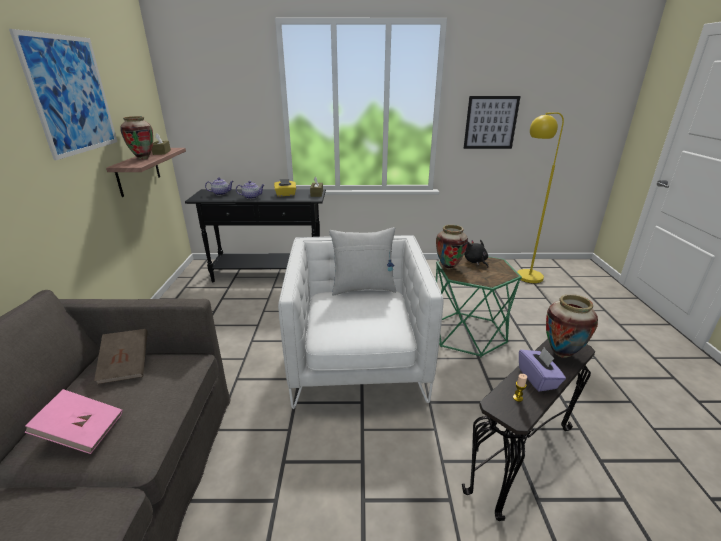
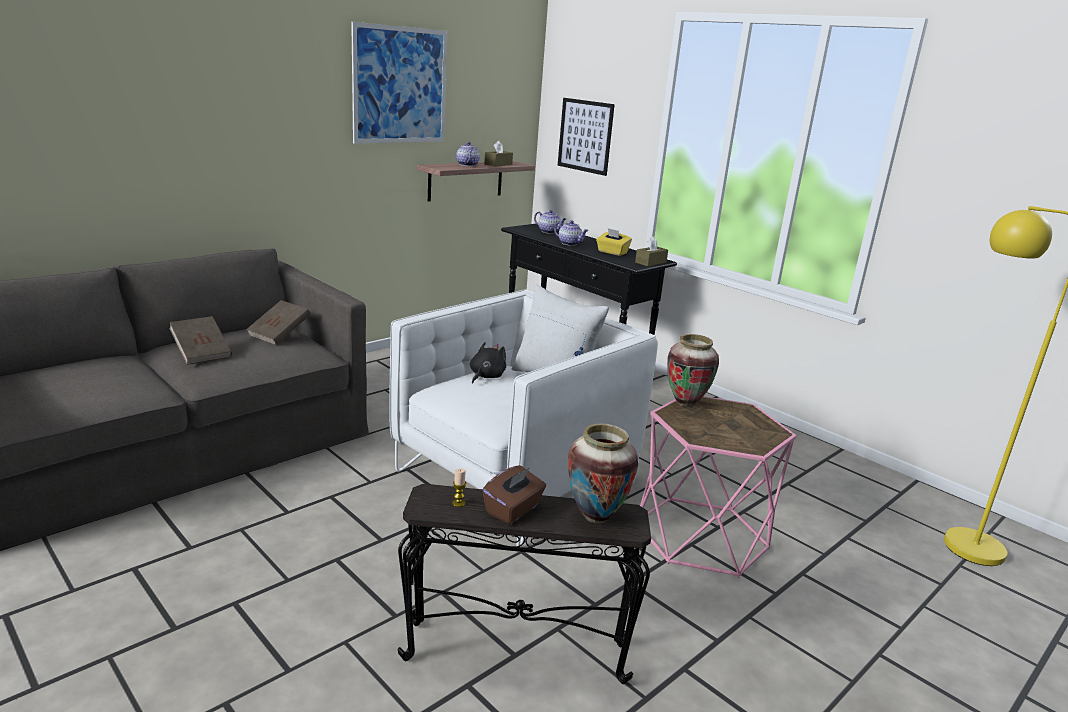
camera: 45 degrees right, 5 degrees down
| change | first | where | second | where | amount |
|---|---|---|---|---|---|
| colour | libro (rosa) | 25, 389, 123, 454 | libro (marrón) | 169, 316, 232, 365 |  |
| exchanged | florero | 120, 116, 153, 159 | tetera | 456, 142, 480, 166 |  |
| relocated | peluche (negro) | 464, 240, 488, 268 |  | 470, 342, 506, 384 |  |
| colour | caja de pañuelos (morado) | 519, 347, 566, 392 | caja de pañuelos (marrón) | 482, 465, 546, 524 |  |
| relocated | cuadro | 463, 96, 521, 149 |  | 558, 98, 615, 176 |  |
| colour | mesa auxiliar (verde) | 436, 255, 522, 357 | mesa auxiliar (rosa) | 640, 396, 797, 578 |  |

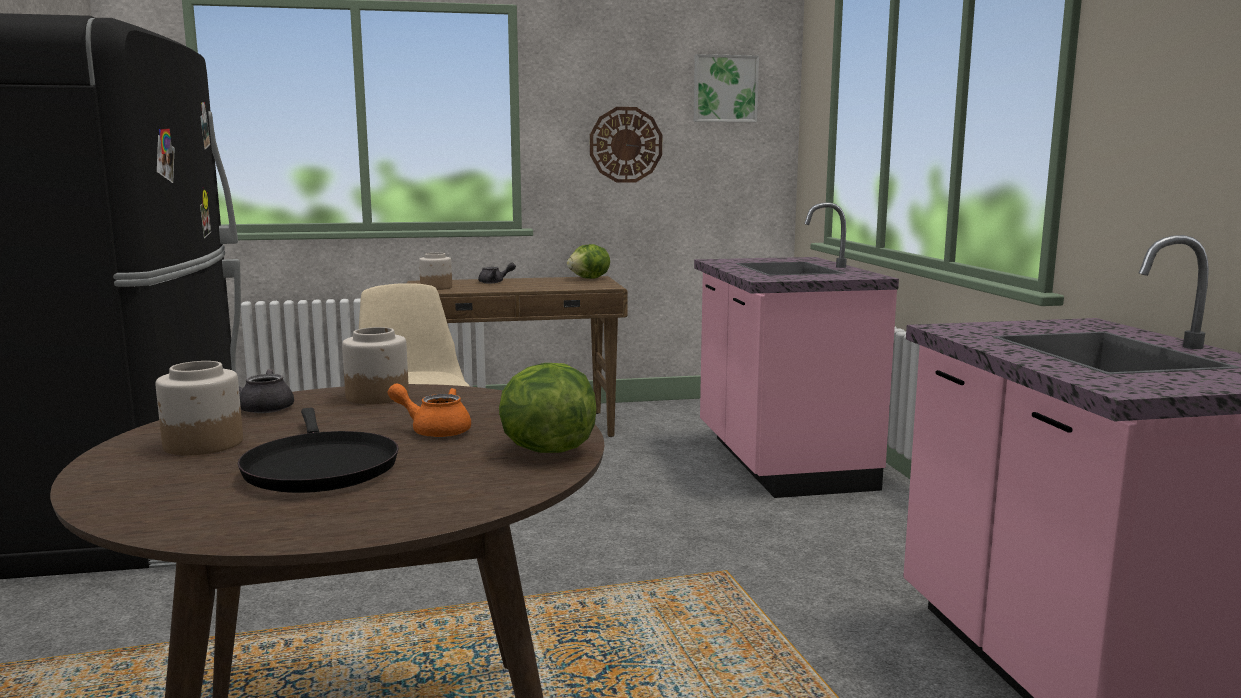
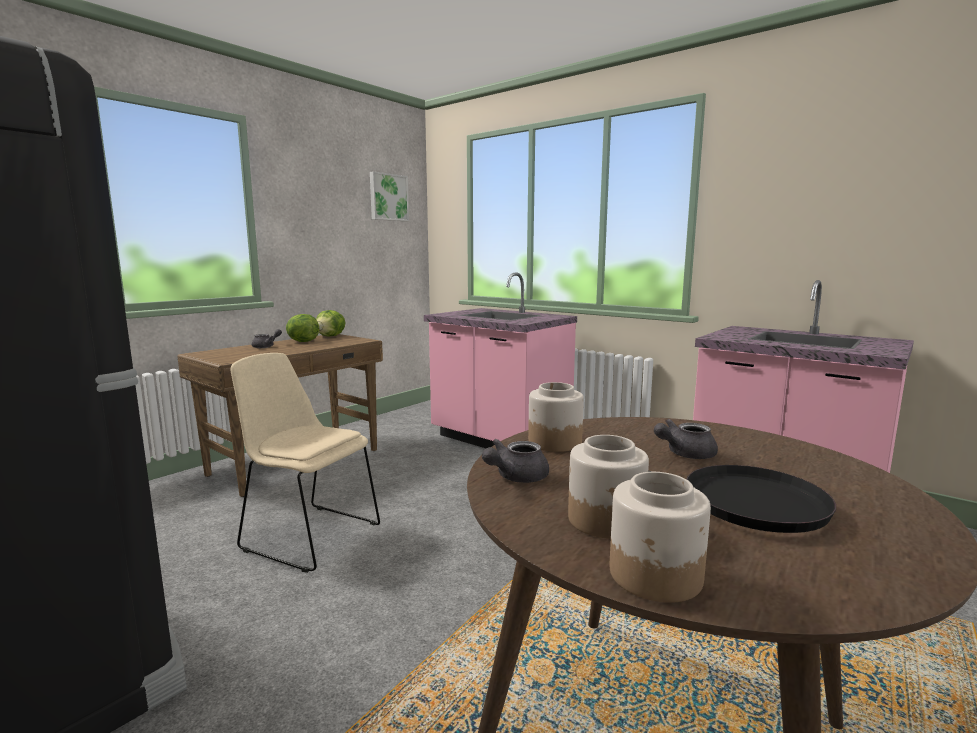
camera: 40 degrees left, 0 degrees up
| change | first | where | second | where | amount |
|---|---|---|---|---|---|
| relocated | lechuga | 499, 363, 597, 453 |  | 286, 314, 319, 342 |  |
| relocated | tarro | 419, 253, 452, 290 |  | 610, 472, 711, 603 |  |
| colour | tetera (naranja) | 388, 383, 471, 438 | tetera (gris) | 654, 419, 718, 459 |  |
| missing | reloj de pared | 590, 107, 662, 183 |  |  |  |

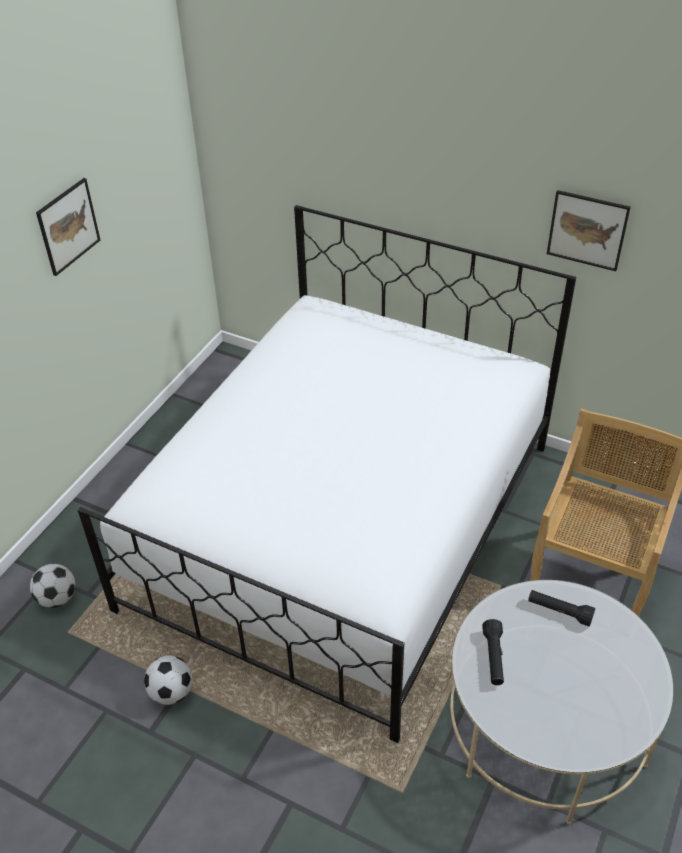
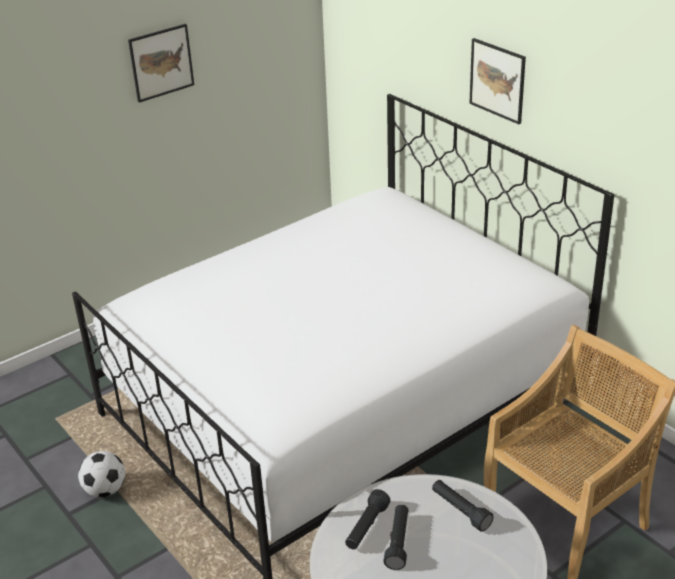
camera: 25 degrees right, 10 degrees down
| change | first | where | second | where | amount |
|---|---|---|---|---|---|
| appeared |  |  | linterna (negro) | 383, 504, 408, 570 |  |
| relocated | cuadro | 547, 190, 631, 271 |  | 469, 38, 526, 124 |  |
| missing | balón de fútbol | 30, 564, 75, 608 |  |  |  |

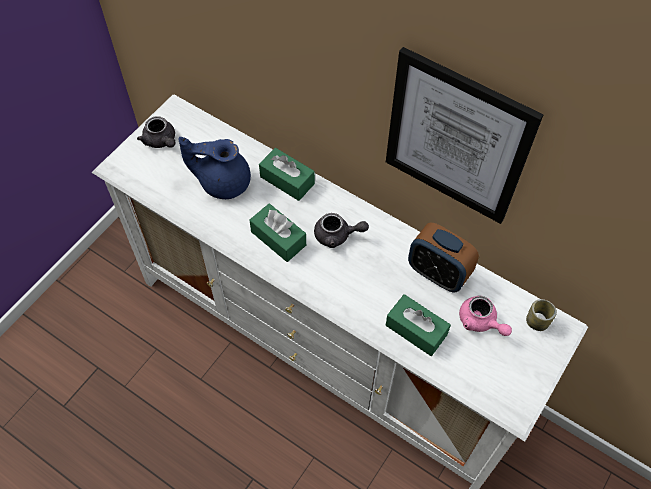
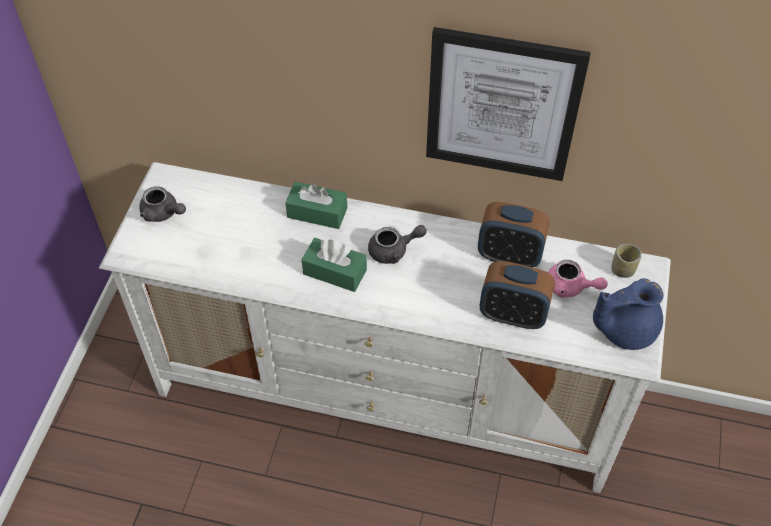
camera: 20 degrees left, 5 degrees down
| change | first | where | second | where | amount |
|---|---|---|---|---|---|
| exchanged | caja de pañuelos (verde) | 386, 294, 451, 356 | despertador | 480, 261, 555, 329 |  |
| relocated | tetera (azul) | 178, 137, 251, 199 |  | 593, 279, 664, 350 |  |

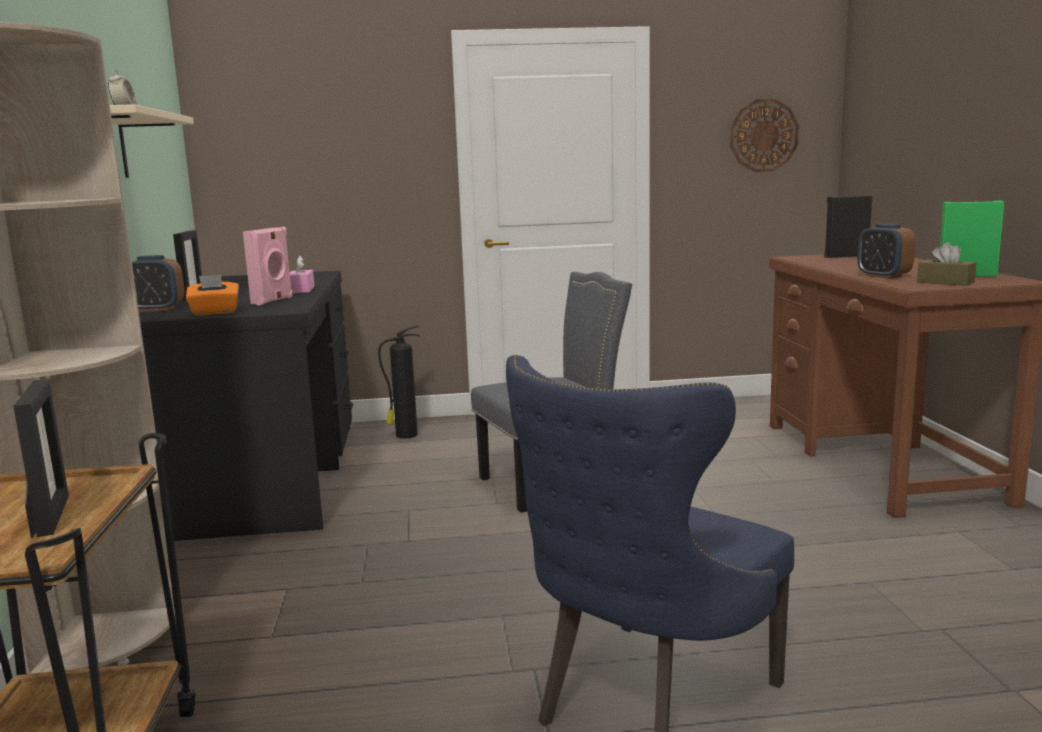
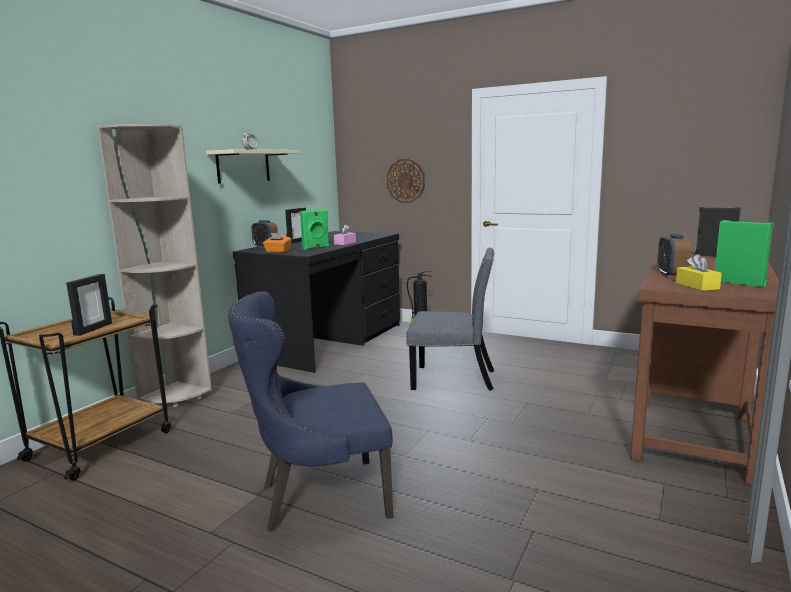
camera: 35 degrees right, 0 degrees up
| change | first | where | second | where | amount |
|---|---|---|---|---|---|
| colour | altavoz (rosa) | 243, 227, 293, 305 | altavoz (verde) | 300, 209, 330, 250 |  |
| relocated | reloj de pared | 730, 99, 799, 172 |  | 386, 159, 425, 203 |  |
| colour | caja de pañuelos (marrón) | 917, 242, 977, 286 | caja de pañuelos (amarillo) | 676, 254, 722, 291 |  |

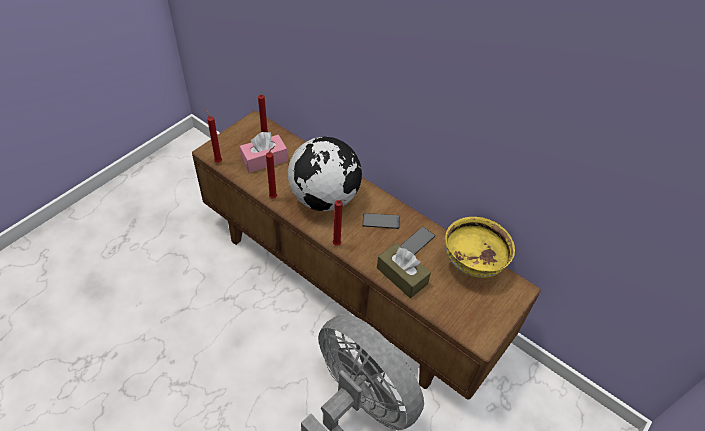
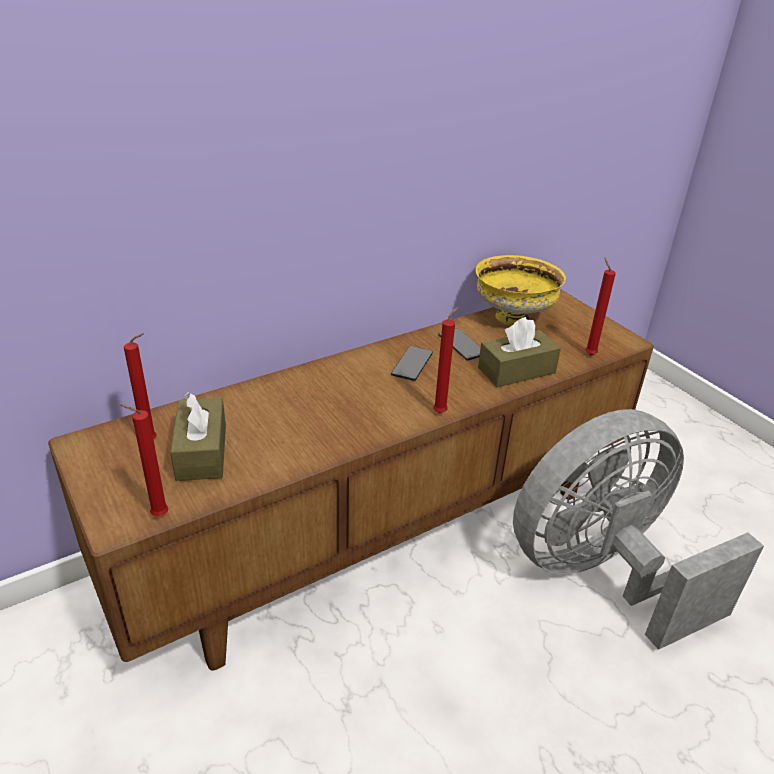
camera: 70 degrees left, 15 degrees down
| change | first | where | second | where | amount |
|---|---|---|---|---|---|
| colour | caja de pañuelos (rosa) | 239, 132, 288, 173 | caja de pañuelos (marrón) | 170, 393, 226, 481 |  |
| relocated | vela (rojo) | 266, 146, 277, 198 |  | 585, 257, 616, 355 |  |
| missing | globo terráqueo | 288, 137, 362, 211 |  |  |  |

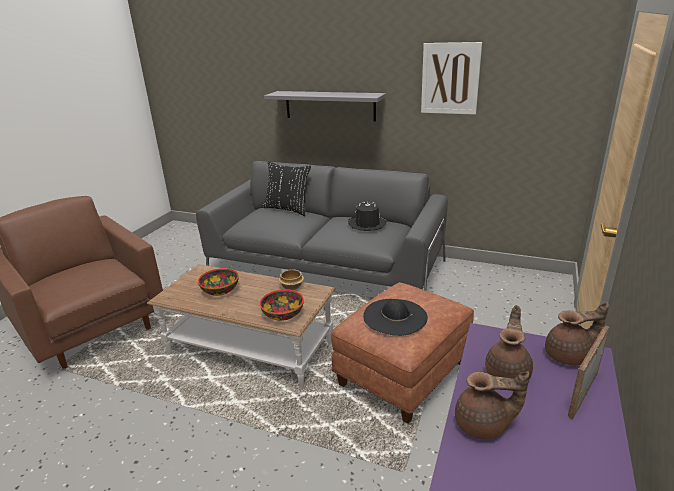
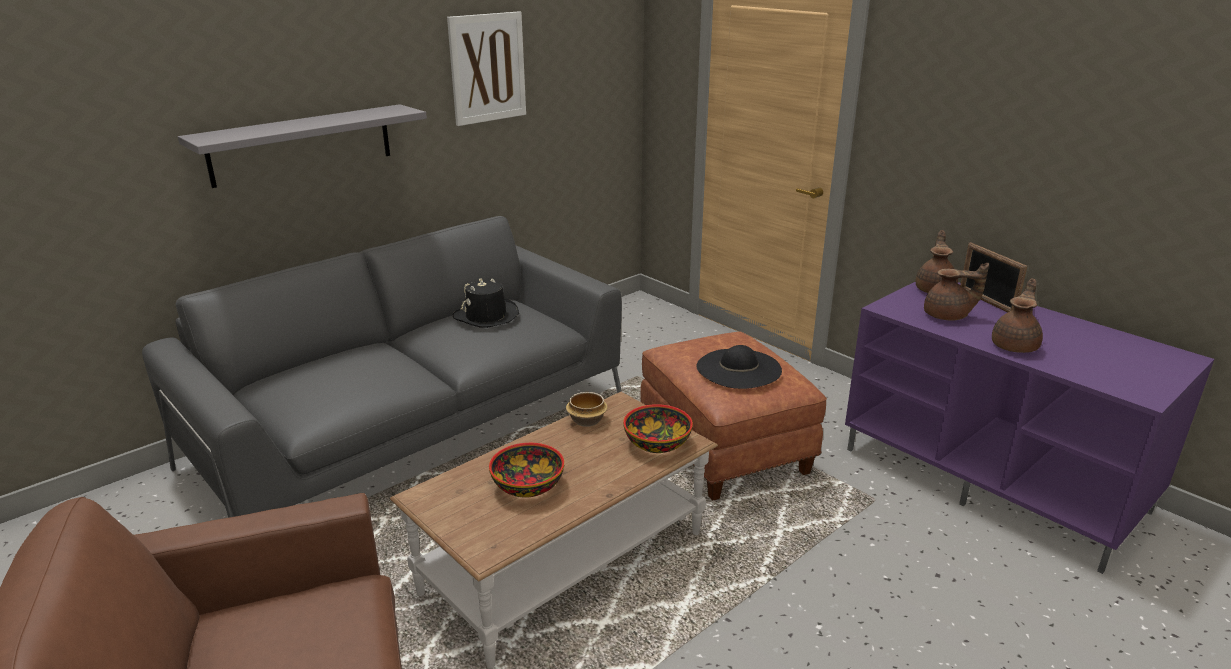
camera: 65 degrees left, 0 degrees up
| change | first | where | second | where | amount |
|---|---|---|---|---|---|
| spun | tetera (marrón) | 485, 305, 533, 379 |  | 924, 263, 989, 321 | 135 degrees clockwise |
| missing | cojín (negro) | 262, 161, 311, 216 |  |  |  |

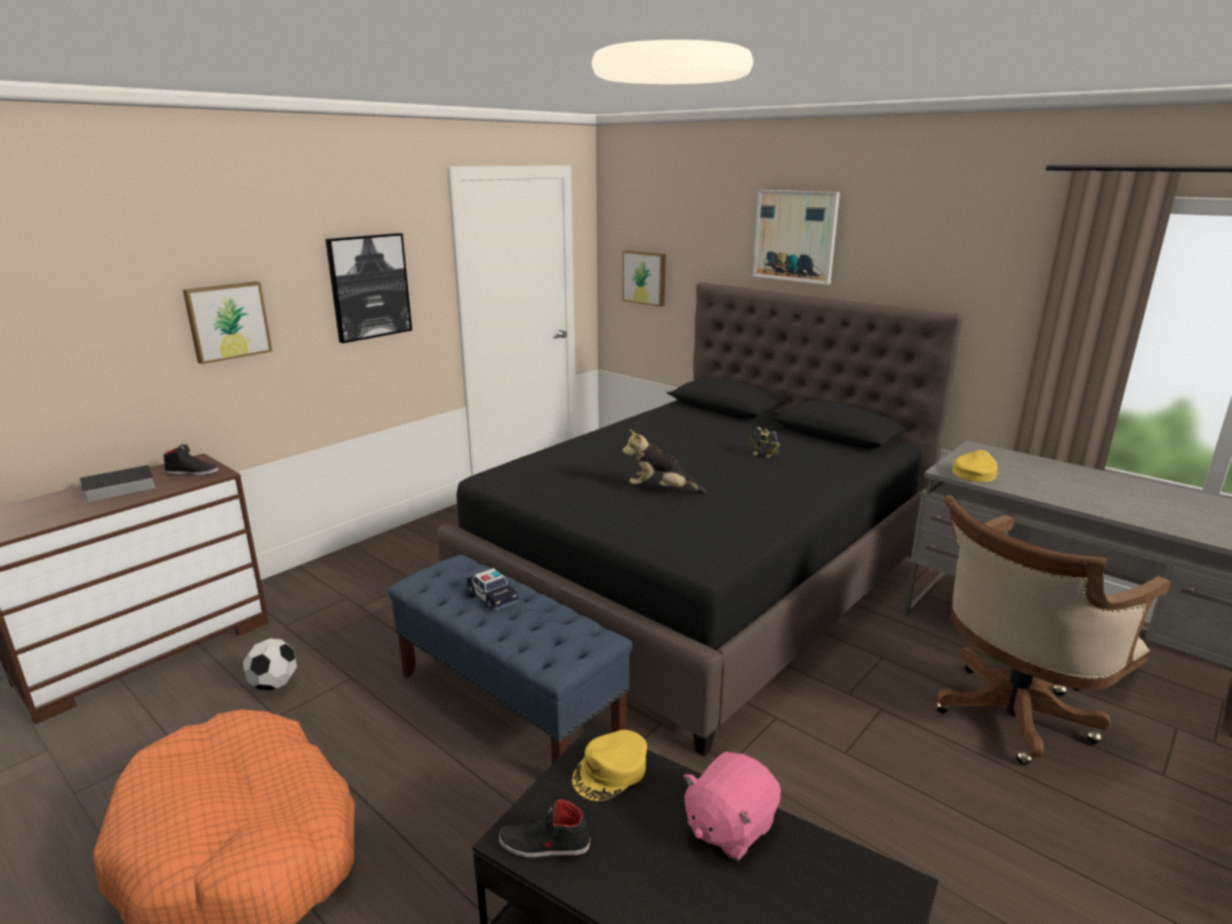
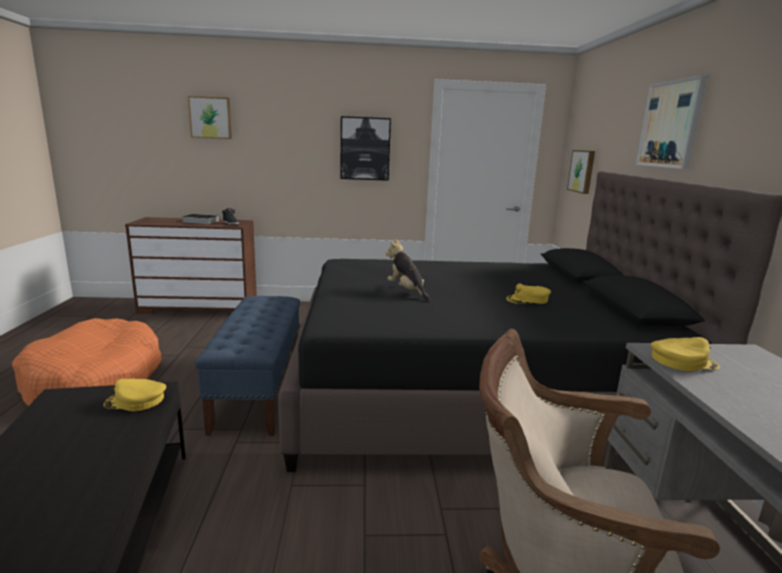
camera: 45 degrees right, 5 degrees down
| change | first | where | second | where | amount |
|---|---|---|---|---|---|
| relocated | cuadro | 183, 281, 272, 364 |  | 188, 96, 232, 139 |  |
| exchanged | robot de juguete | 749, 427, 780, 458 | gorra (amarillo) | 506, 284, 551, 304 |  |
| missing | balón de fútbol | 243, 638, 297, 691 |  |  |  |
| missing | coche de juguete | 466, 568, 520, 611 |  |  |  |
| missing | zapato (negro) | 499, 796, 590, 858 |  |  |  |
| missing | peluche (rosa) | 683, 752, 781, 861 |  |  |  |

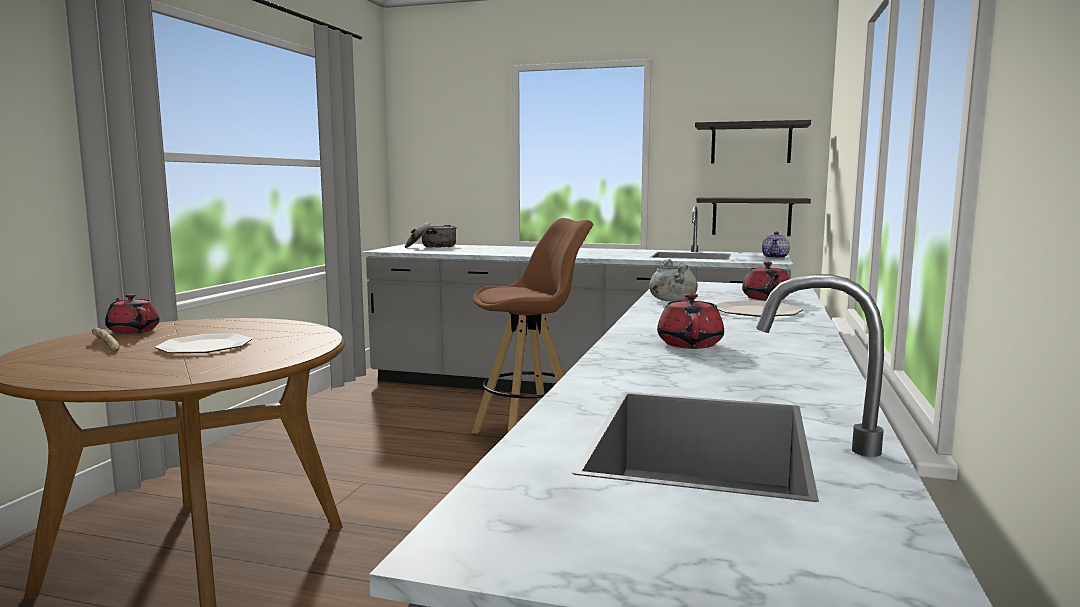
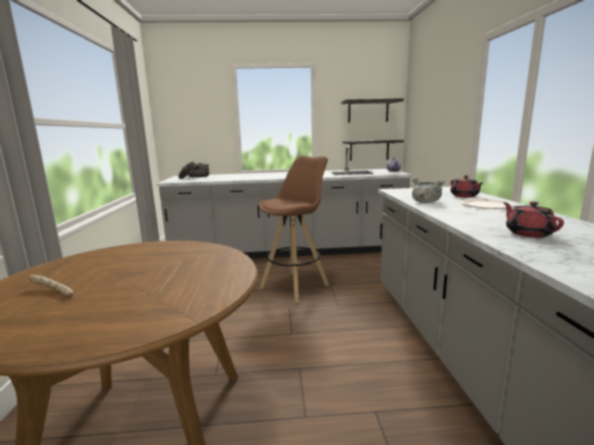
camera: 20 degrees left, 5 degrees up
| change | first | where | second | where | amount |
|---|---|---|---|---|---|
| missing | tetera (rojo) | 105, 294, 160, 334 |  |  |  |
| missing | plato | 155, 334, 252, 353 |  |  |  |

